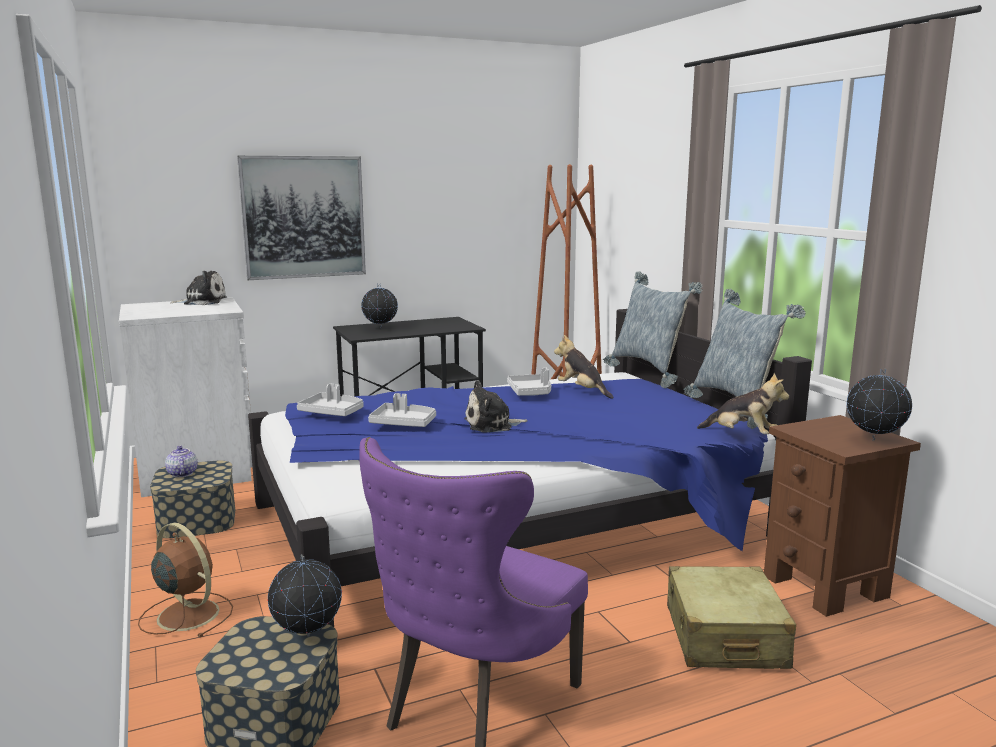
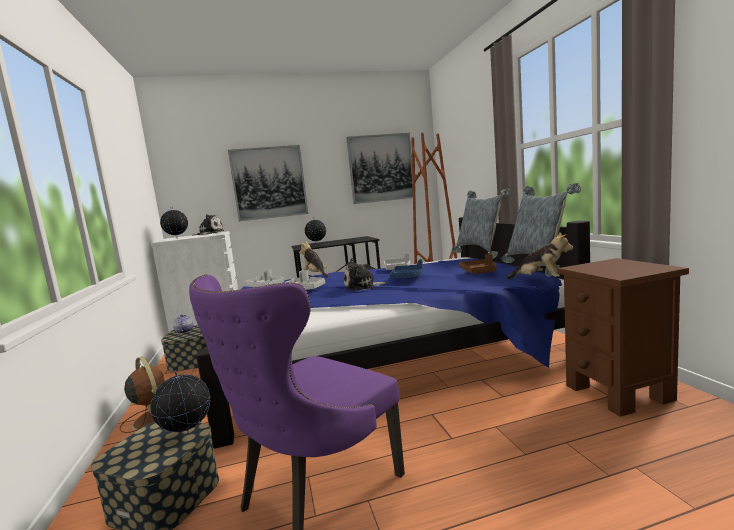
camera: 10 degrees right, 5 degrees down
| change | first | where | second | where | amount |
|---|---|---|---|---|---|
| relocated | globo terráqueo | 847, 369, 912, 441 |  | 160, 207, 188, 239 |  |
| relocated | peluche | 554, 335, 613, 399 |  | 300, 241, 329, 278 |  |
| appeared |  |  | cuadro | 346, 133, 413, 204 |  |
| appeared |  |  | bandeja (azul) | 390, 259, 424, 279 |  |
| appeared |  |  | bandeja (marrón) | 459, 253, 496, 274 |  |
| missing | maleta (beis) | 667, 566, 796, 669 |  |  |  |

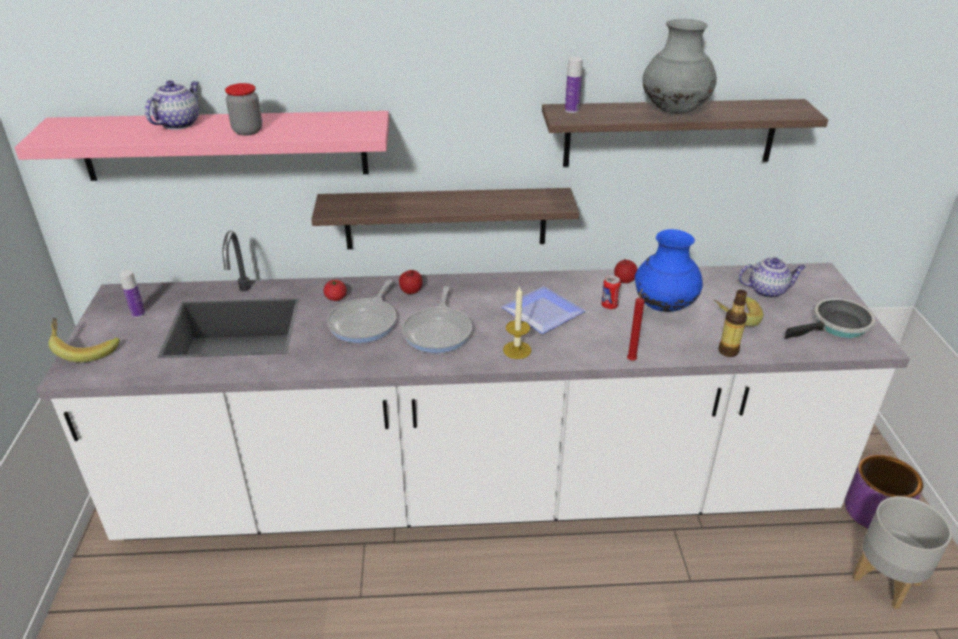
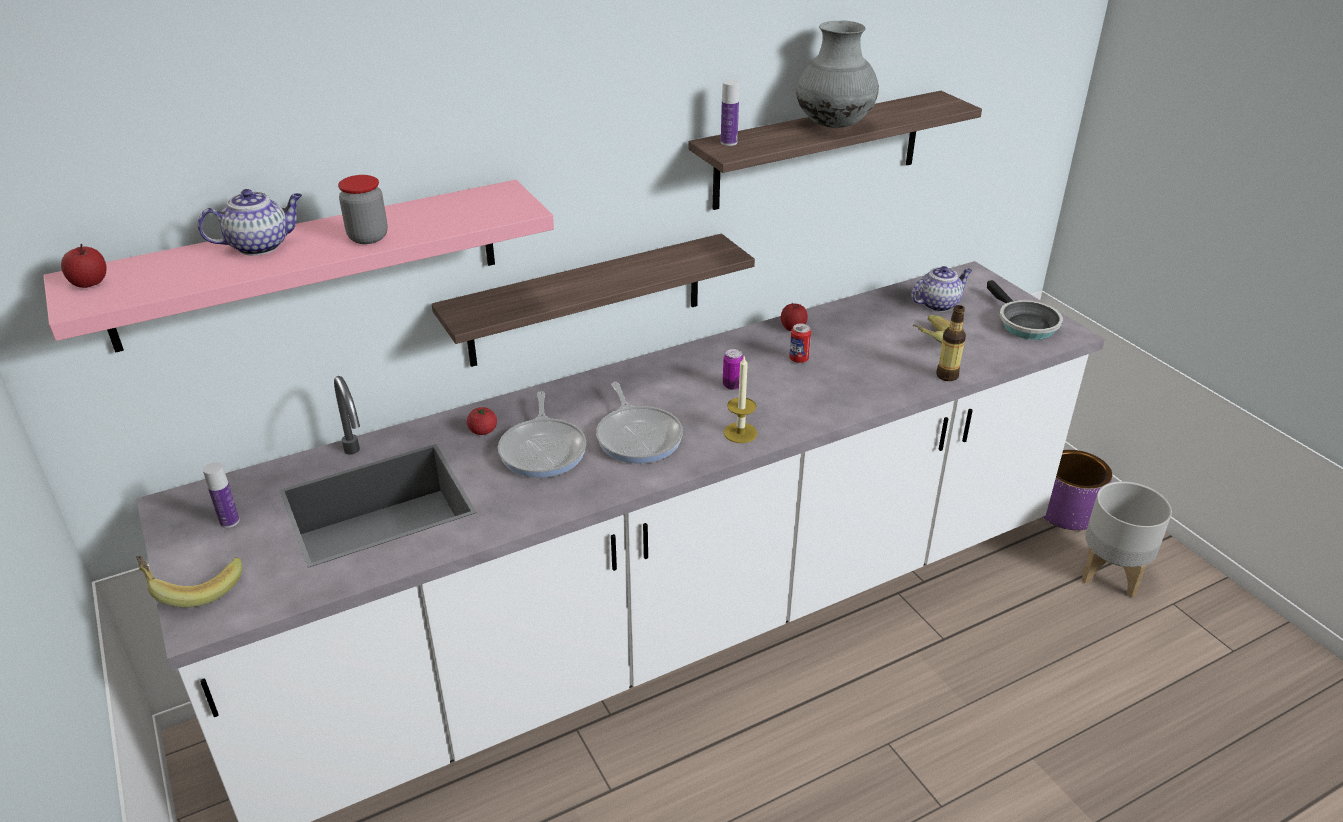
camera: 25 degrees left, 0 degrees up
| change | first | where | second | where | amount |
|---|---|---|---|---|---|
| relocated | manzana | 399, 270, 423, 294 |  | 61, 244, 107, 288 |  |
| spun | tetera | 145, 81, 199, 130 |  | 198, 189, 302, 255 | 60 degrees clockwise |
| exchanged | plato | 502, 286, 585, 334 | lata | 723, 349, 743, 390 |  |
| spun | sartén | 785, 298, 875, 339 |  | 987, 280, 1063, 340 | 120 degrees clockwise |
| missing | vela (rojo) | 627, 289, 644, 361 |  |  |  |
| missing | florero (azul) | 635, 229, 703, 312 |  |  |  |

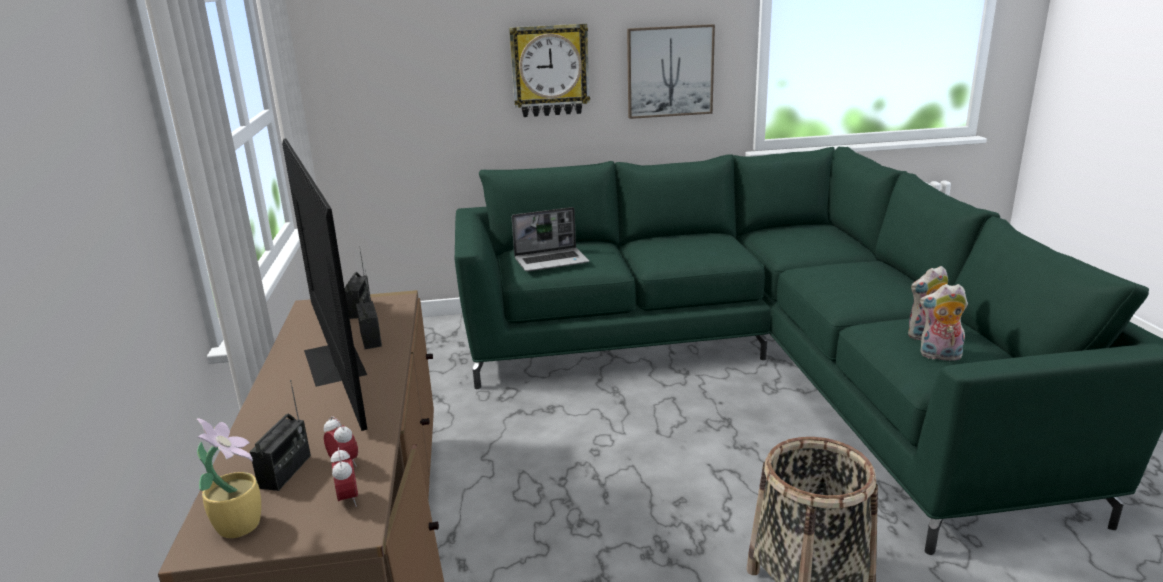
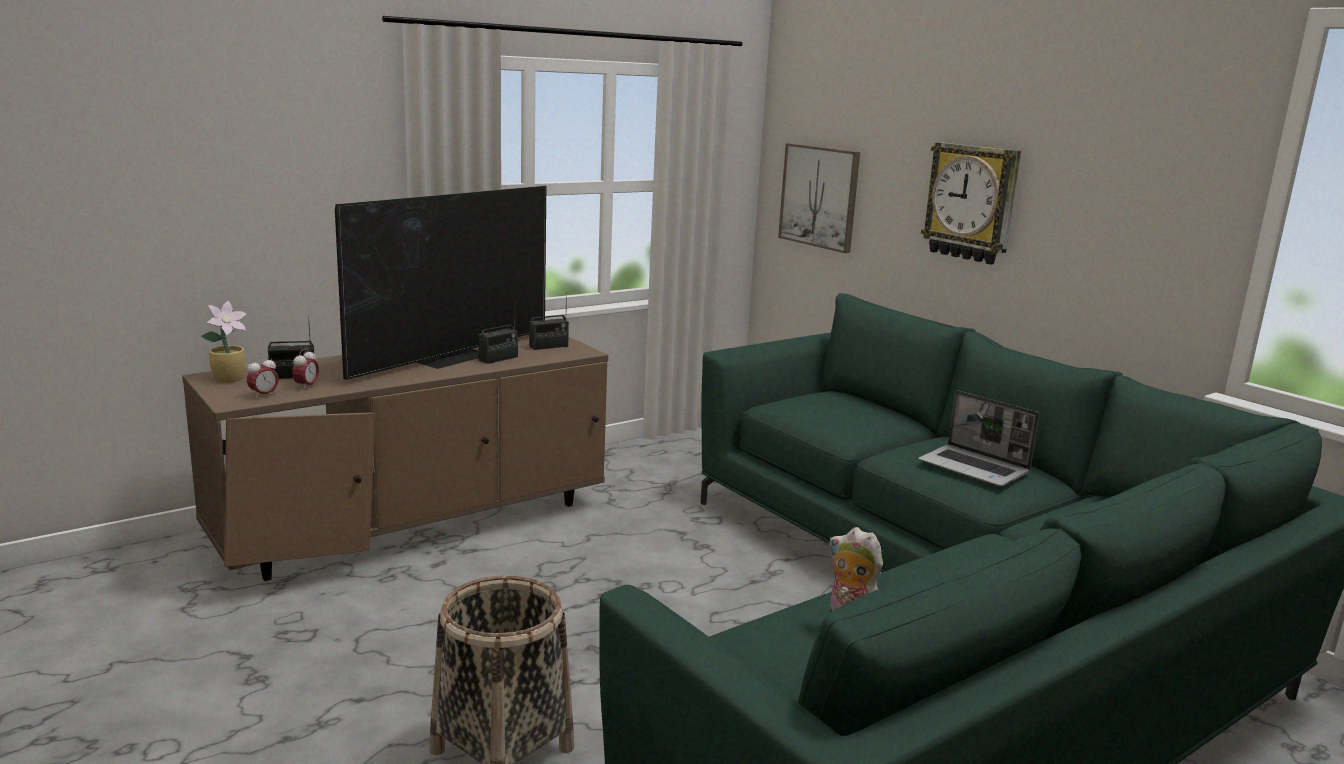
camera: 60 degrees right, 5 degrees down
| change | first | where | second | where | amount |
|---|---|---|---|---|---|
| relocated | cuadro | 627, 24, 715, 119 |  | 778, 143, 860, 253 |  |
| relocated | portátil | 512, 207, 589, 271 |  | 918, 390, 1039, 487 |  |
| missing | peluche | 920, 284, 968, 361 |  |  |  |

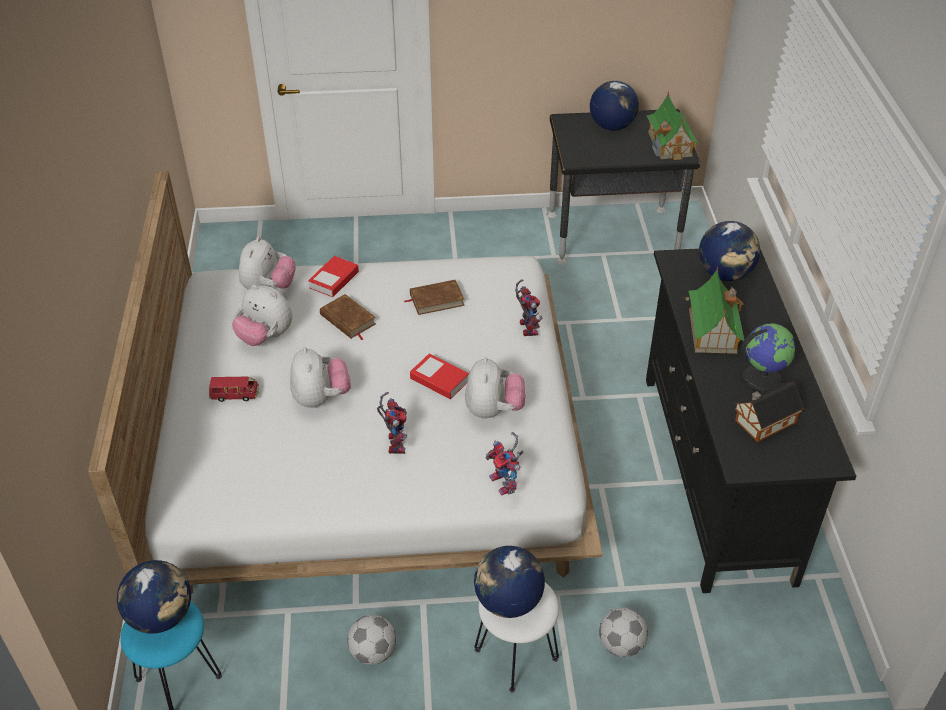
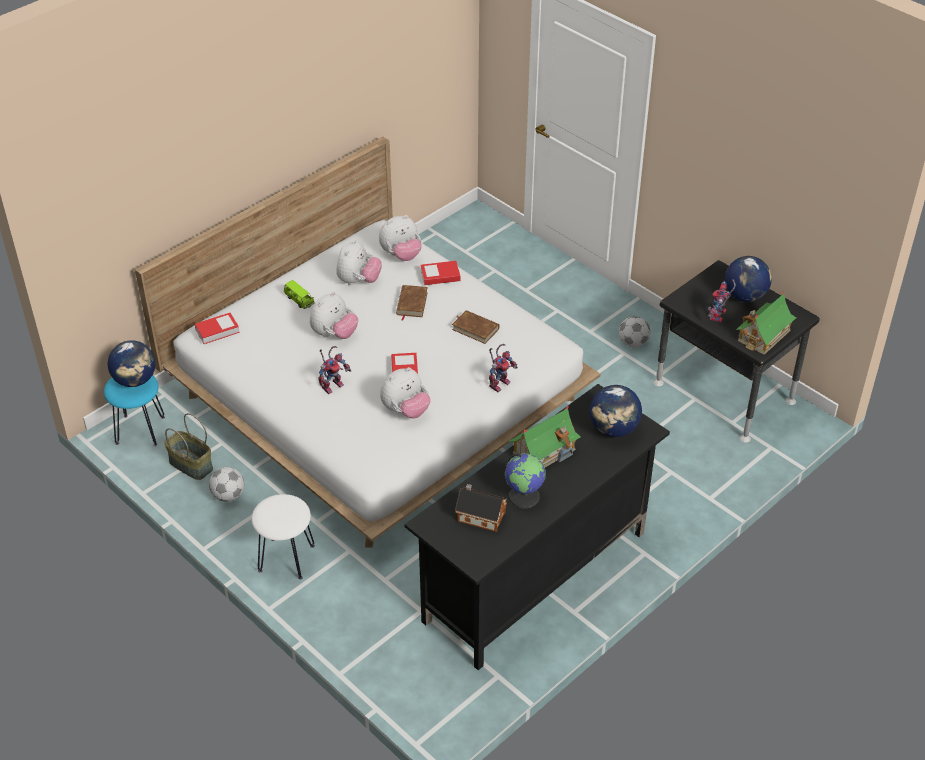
camera: 50 degrees right, 0 degrees up
| change | first | where | second | where | amount |
|---|---|---|---|---|---|
| appeared |  |  | cesta | 164, 413, 213, 480 |  |
| appeared |  |  | libro | 195, 313, 240, 344 |  |
| colour | coche de juguete (rojo) | 209, 377, 259, 402 | coche de juguete (verde) | 284, 280, 315, 309 |  |
| spun | peluche | 232, 285, 292, 346 |  | 336, 240, 382, 285 | 150 degrees counterclockwise |
| relocated | balón de fútbol | 599, 607, 648, 657 |  | 619, 316, 650, 347 |  |
| relocated | robot de juguete | 486, 432, 524, 495 |  | 708, 279, 736, 322 |  |
| missing | globo terráqueo | 474, 546, 545, 618 |  |  |  |

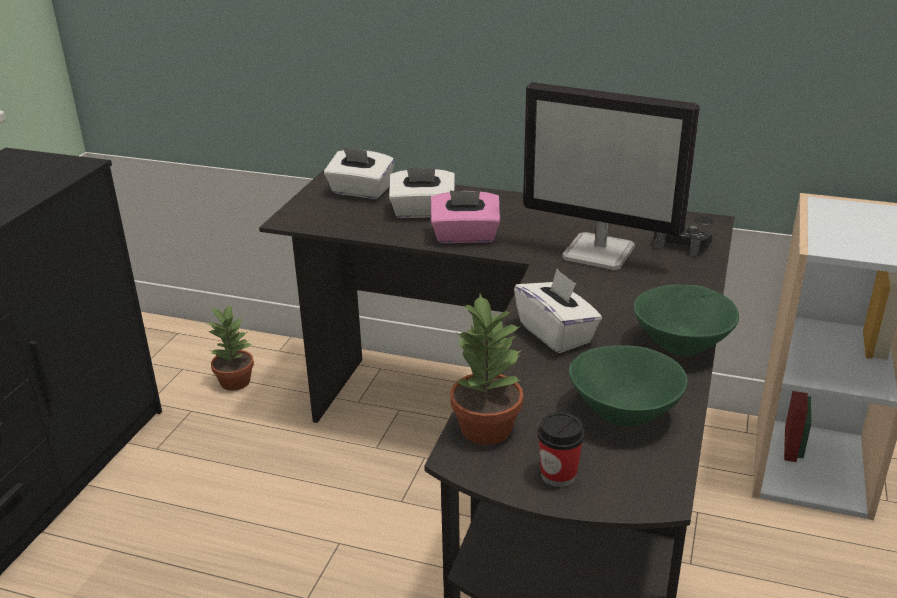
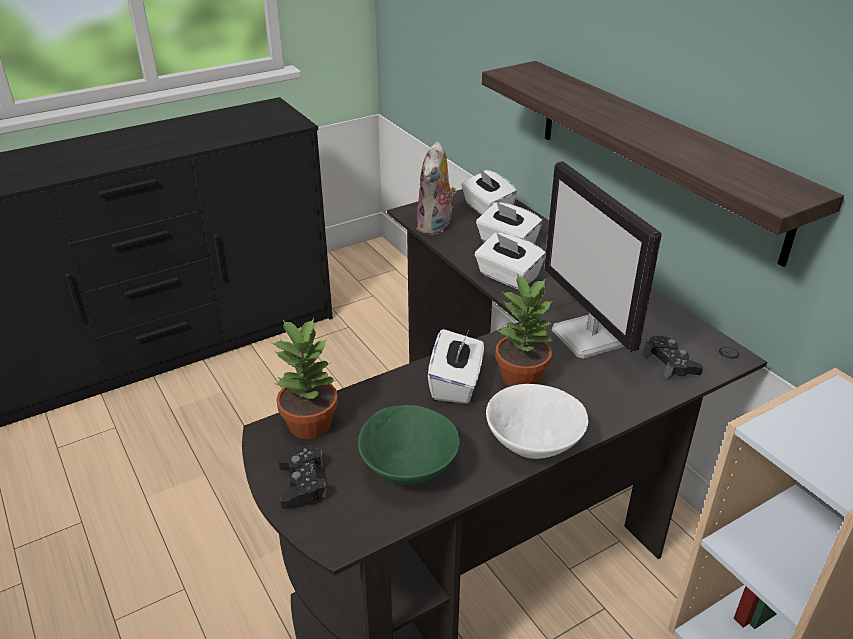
camera: 40 degrees right, 5 degrees up
| change | first | where | second | where | amount |
|---|---|---|---|---|---|
| exchanged | taza | 538, 412, 584, 487 | mando de consola (negro) | 278, 445, 327, 509 |  |
| appeared |  |  | peluche | 417, 141, 457, 235 |  |
| colour | caja de pañuelos (rosa) | 431, 190, 500, 243 | caja de pañuelos (blanco) | 475, 233, 546, 289 |  |
| appeared |  |  | estante | 482, 61, 844, 267 |  |
| colour | cuenco (verde) | 634, 284, 739, 356 | cuenco (blanco) | 486, 384, 589, 459 |  |
| relocated | planta en maceta | 208, 304, 254, 391 |  | 495, 273, 552, 387 |  |

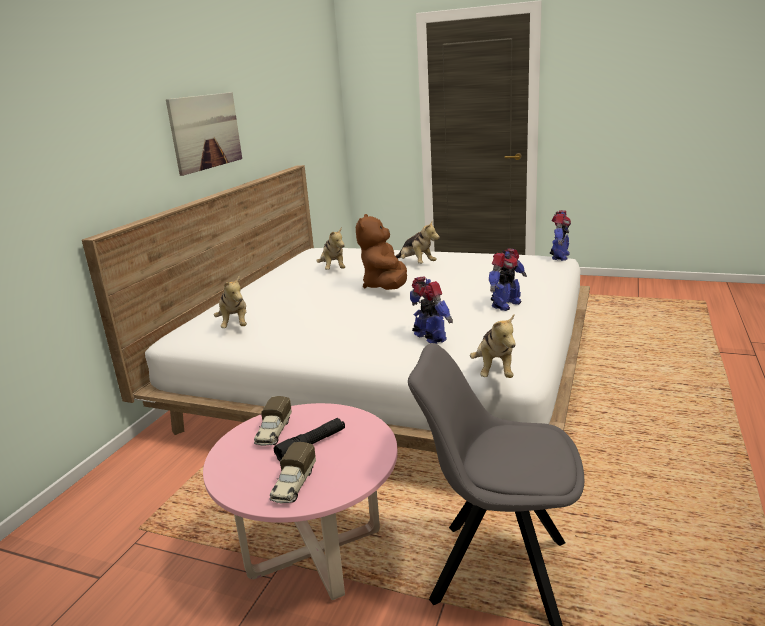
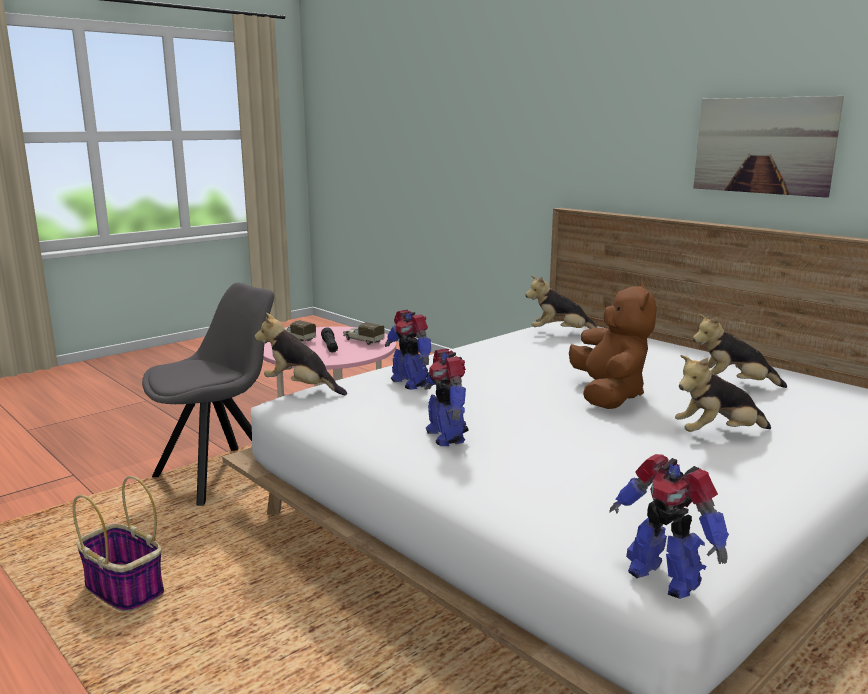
camera: 115 degrees right, 5 degrees down
| change | first | where | second | where | amount |
|---|---|---|---|---|---|
| appeared |  |  | cesta | 73, 476, 164, 612 |  |
| spun | robot de juguete | 410, 276, 453, 344 |  | 385, 310, 431, 390 | 60 degrees clockwise |
| spun | peluche (marrón) | 356, 214, 407, 290 |  | 569, 282, 657, 409 | 60 degrees clockwise |

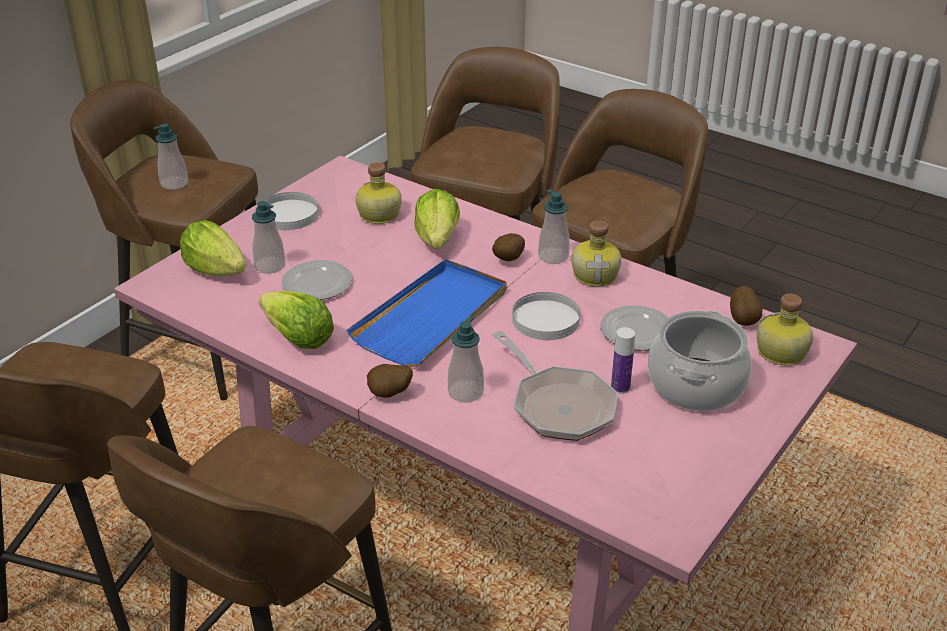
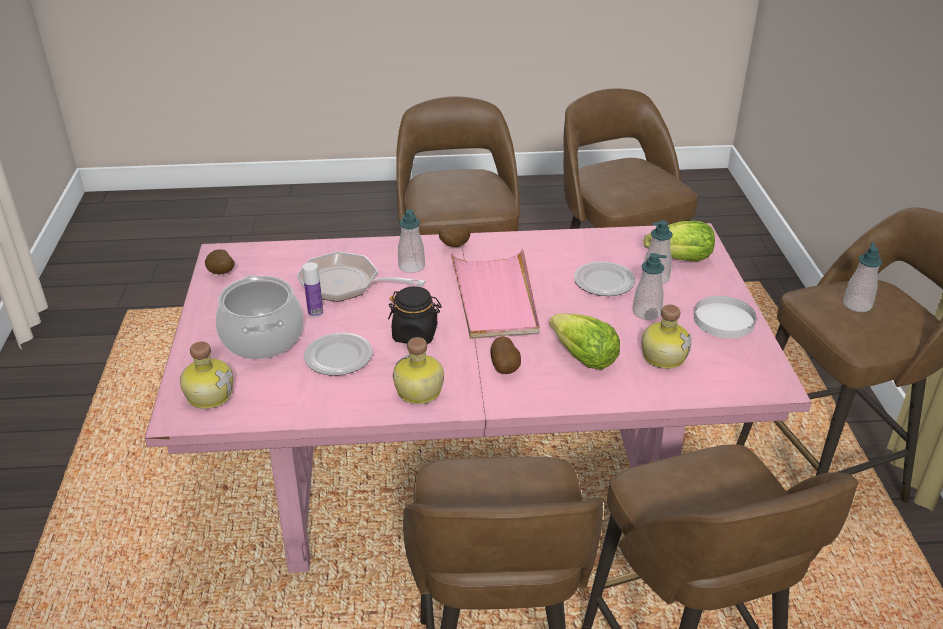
camera: 140 degrees right, 0 degrees up
| change | first | where | second | where | amount |
|---|---|---|---|---|---|
| relocated | patata | 730, 286, 763, 326 |  | 205, 249, 234, 274 |  |
| exchanged | plato (blanco) | 512, 292, 580, 340 | tarro (negro) | 388, 286, 442, 344 |  |
| colour | bandeja (azul) | 347, 259, 507, 367 | bandeja (rosa) | 451, 248, 540, 339 |  |
| relocated | dispensador de jabón | 538, 189, 570, 264 |  | 632, 253, 667, 320 |  |
| missing | lechuga | 258, 291, 334, 349 |  |  |  |

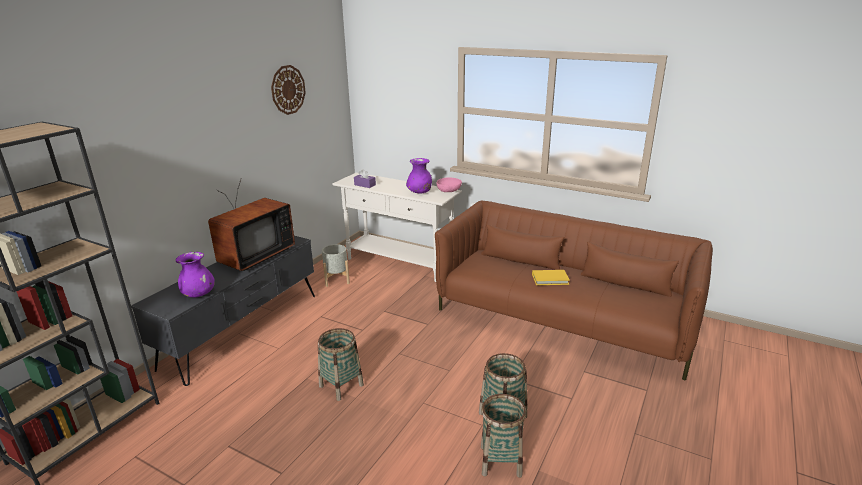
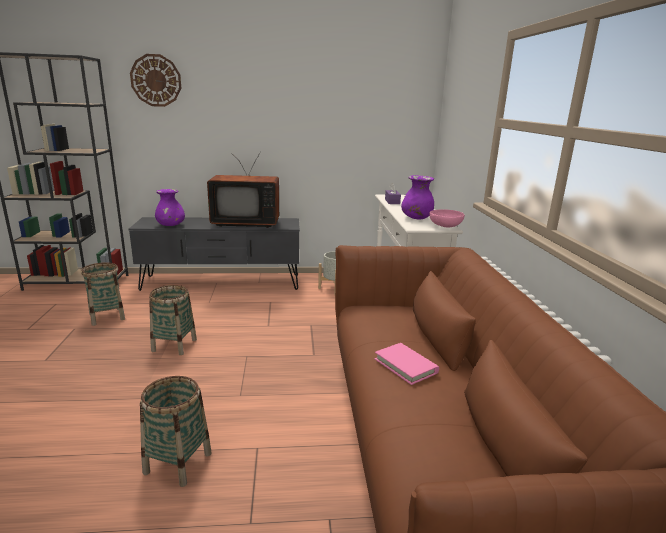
camera: 55 degrees right, 5 degrees down
| change | first | where | second | where | amount |
|---|---|---|---|---|---|
| relocated | cesta | 481, 394, 526, 478 |  | 81, 262, 125, 326 |  |
| relocated | reloj de pared | 271, 65, 306, 115 |  | 130, 54, 181, 107 |  |
| colour | libro (amarillo) | 532, 270, 570, 285 | libro (rosa) | 375, 343, 439, 385 |  |

